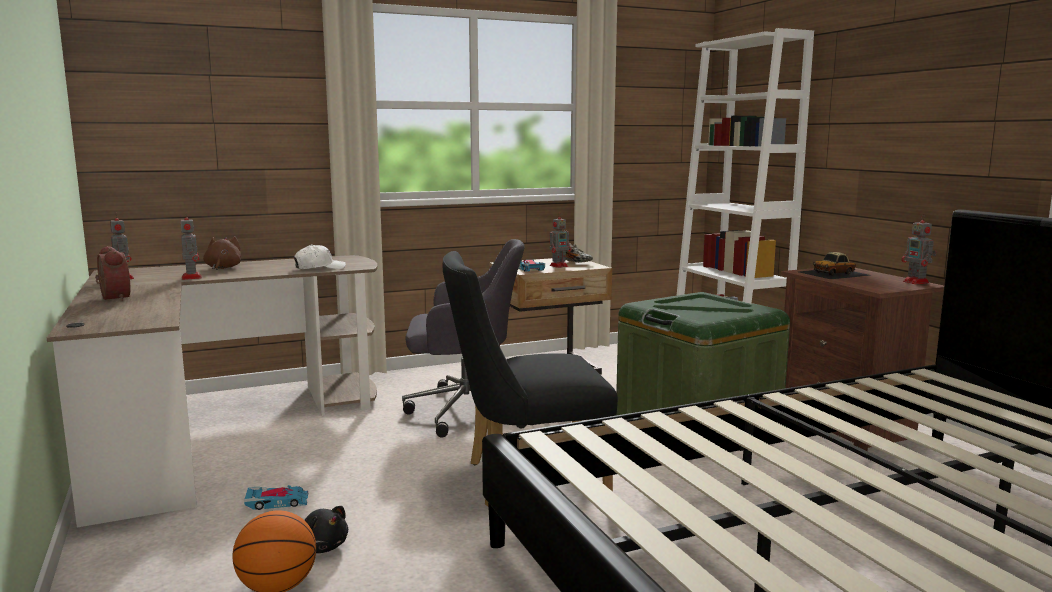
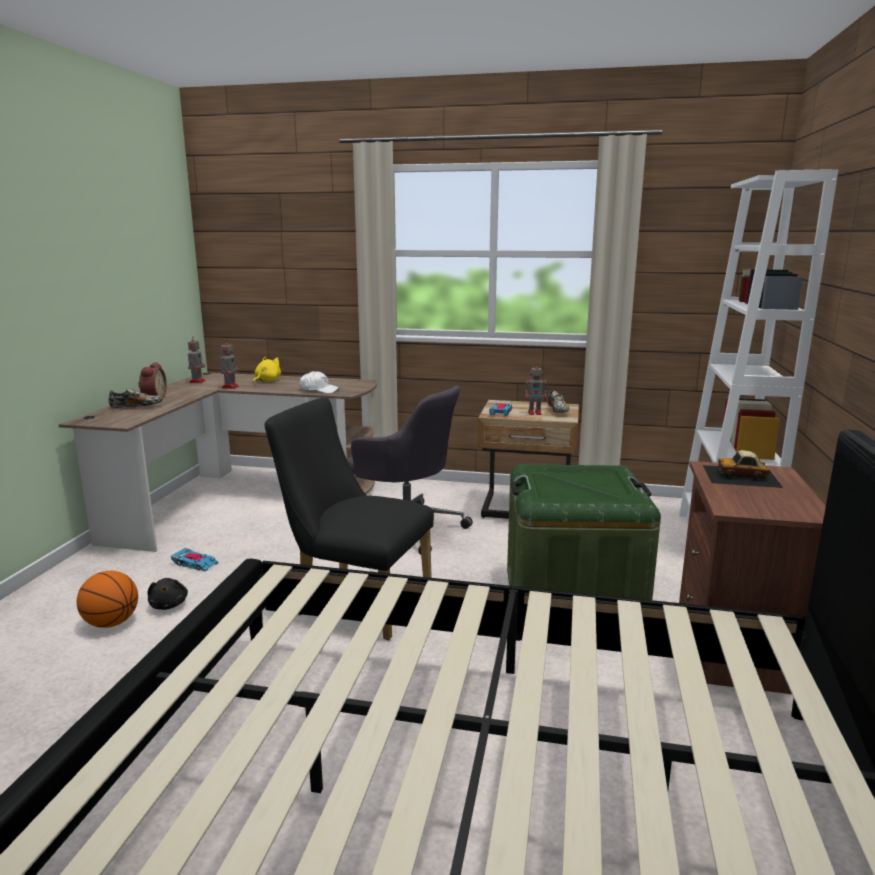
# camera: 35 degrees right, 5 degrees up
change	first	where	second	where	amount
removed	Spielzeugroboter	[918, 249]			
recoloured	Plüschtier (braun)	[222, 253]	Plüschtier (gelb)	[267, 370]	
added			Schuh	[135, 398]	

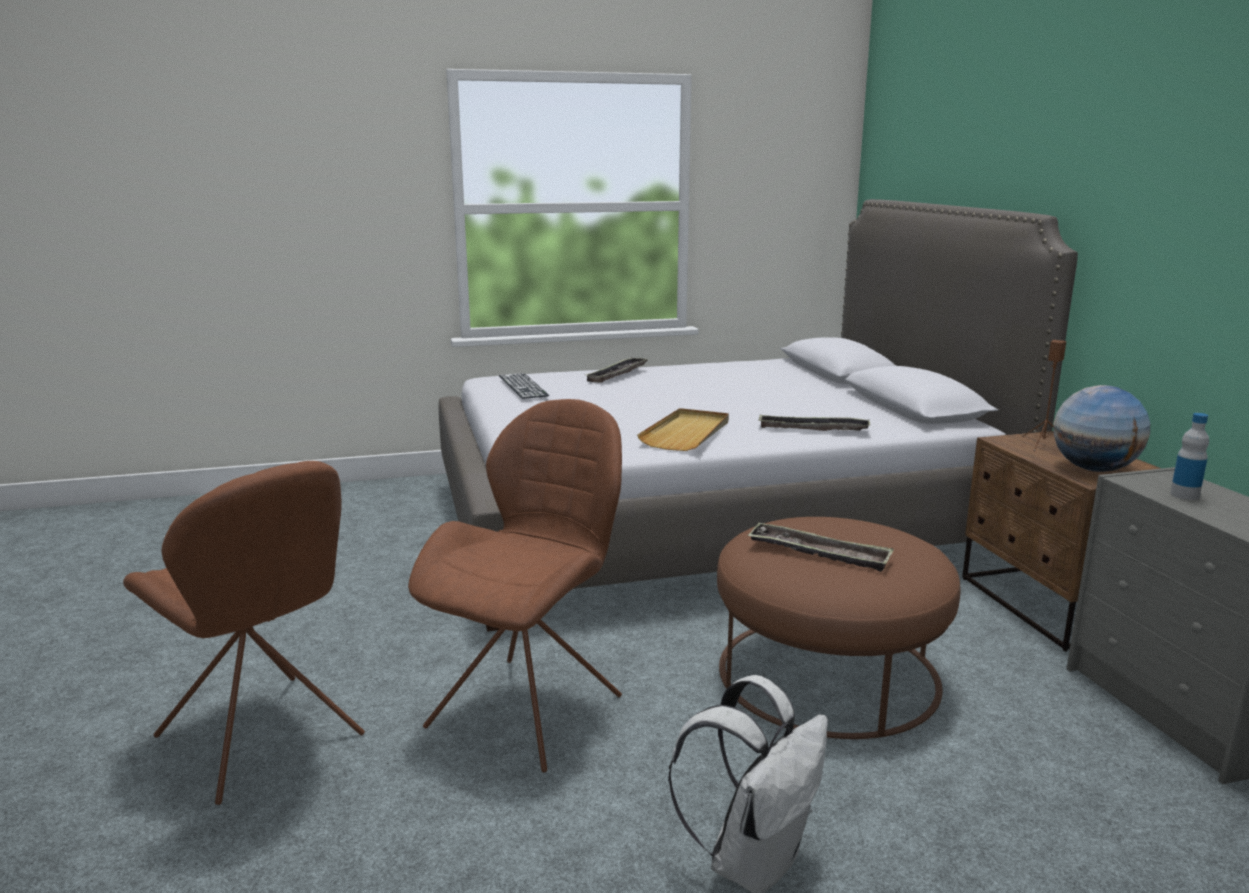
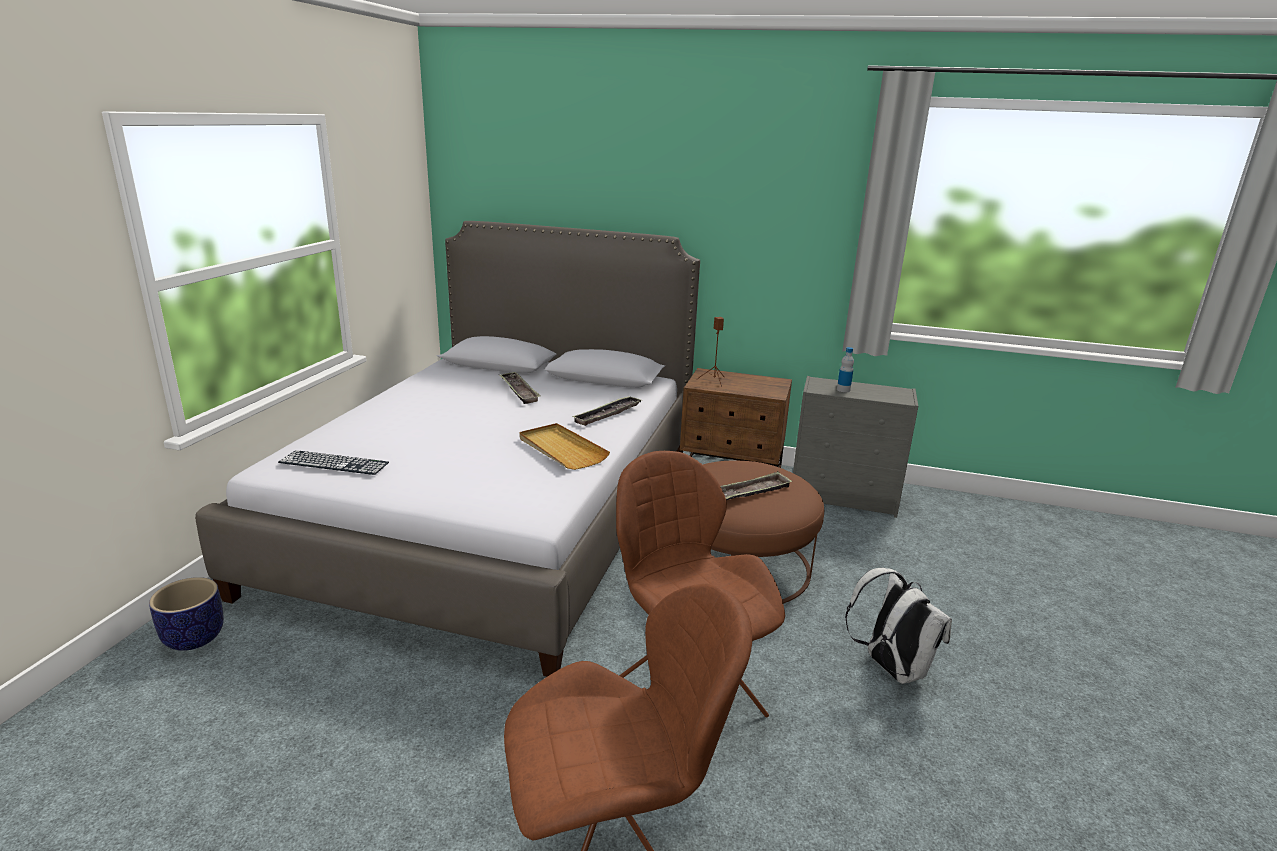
# camera: 60 degrees left, 5 degrees up
change	first	where	second	where	amount
moved	Tablett	[616, 370]		[520, 388]	
removed	Globus	[1101, 428]			
added			Pflanzkübel	[186, 614]	

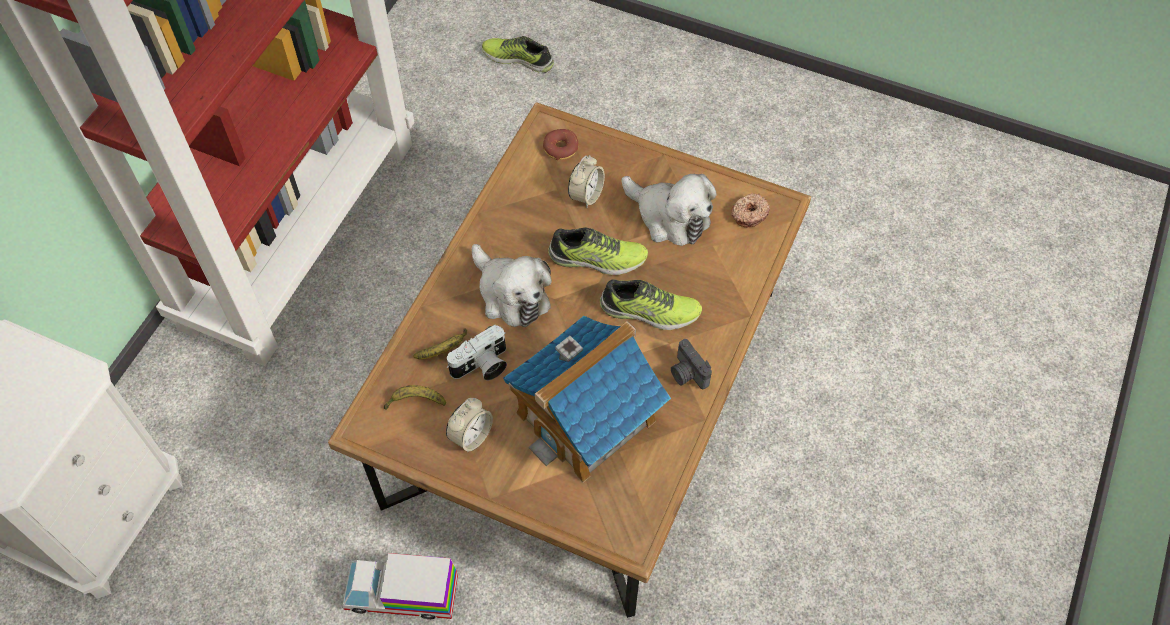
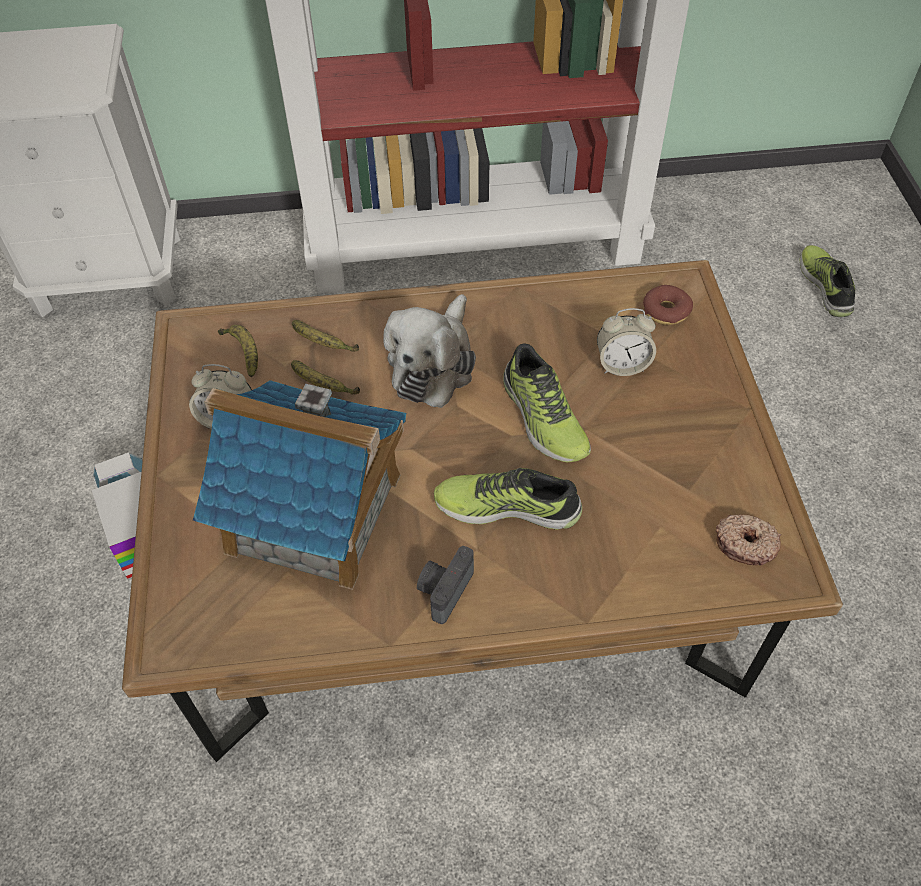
# camera: 60 degrees right, 5 degrees down
change	first	where	second	where	amount
removed	Plüschtier	[669, 210]			
turned	Schuh	[651, 304]		[508, 499]	120 degrees clockwise
replaced	Kamera	[477, 352]	Banane	[325, 377]	

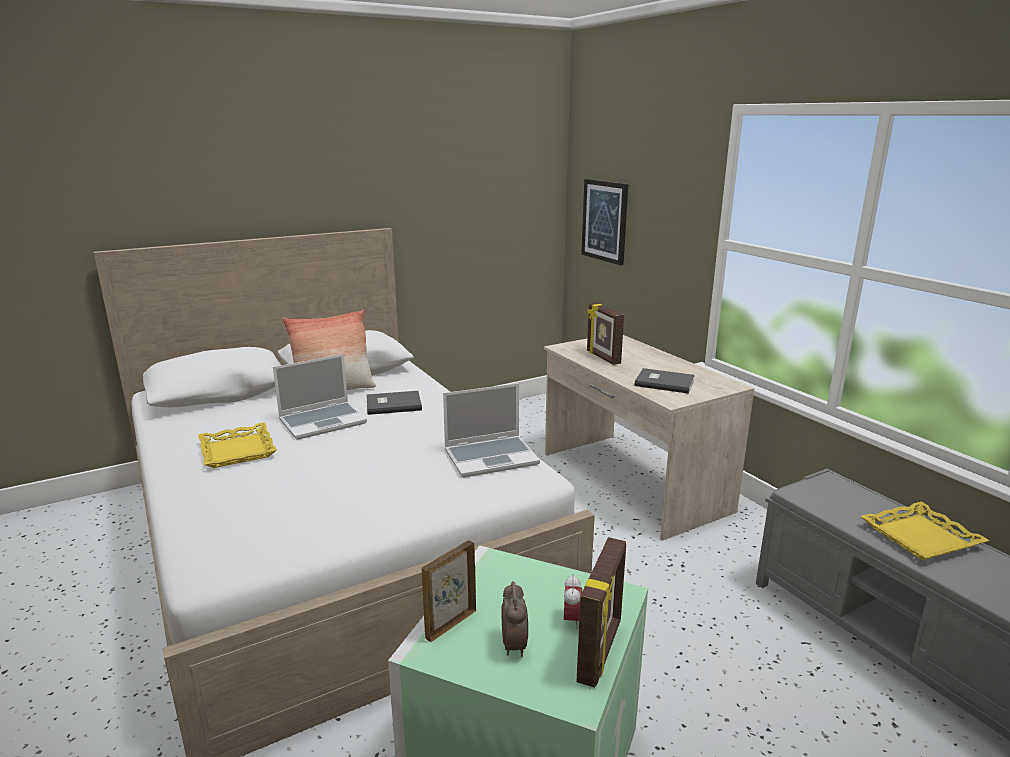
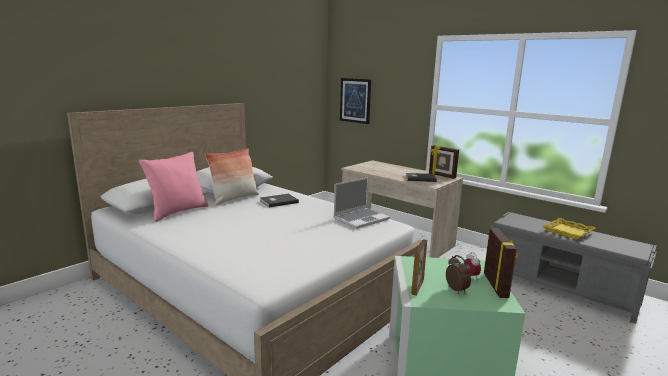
# camera: 20 degrees left, 5 degrees down
change	first	where	second	where	amount
moved	Bilderrahmen	[605, 334]		[444, 162]	
removed	Laptop	[320, 397]			
removed	Tablett (gelb)	[237, 445]			
added			Kissen (rosa)	[174, 187]	

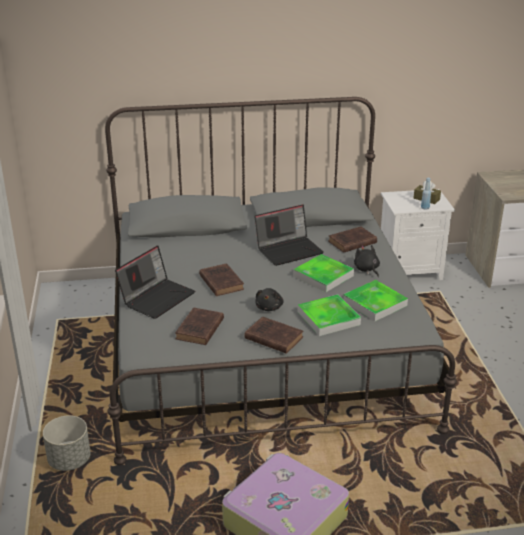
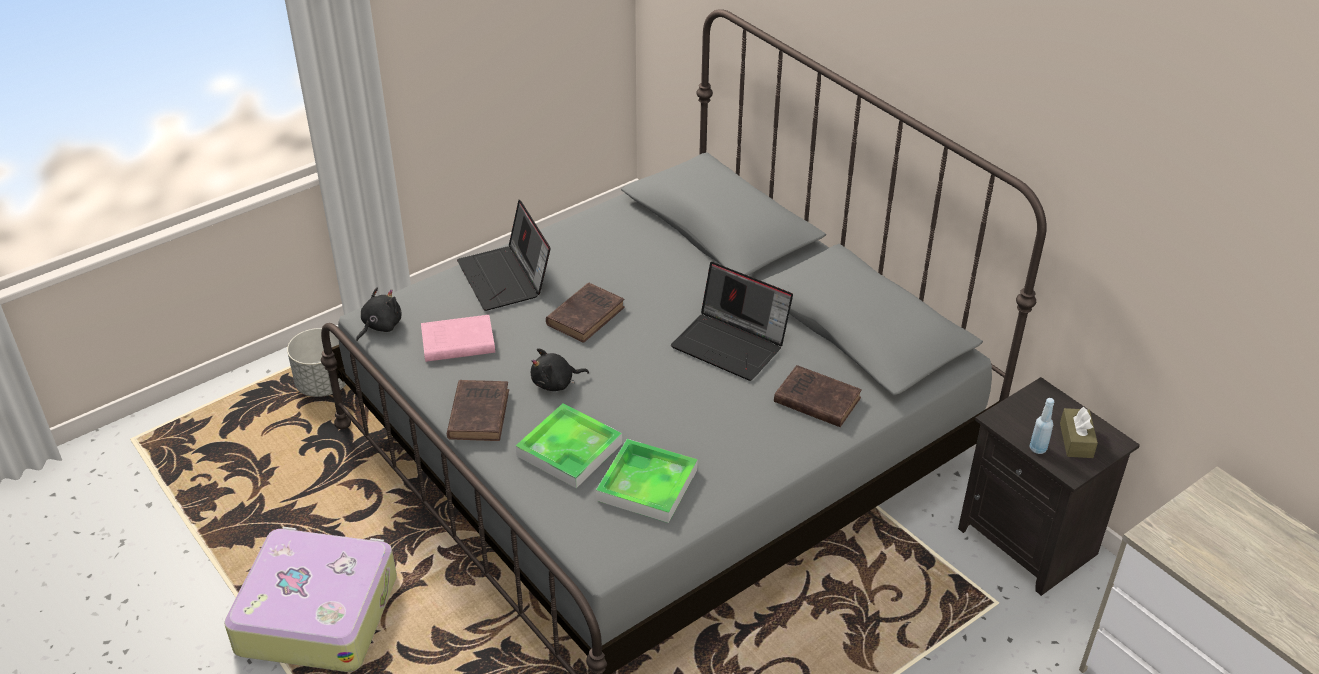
# camera: 60 degrees right, 10 degrees up
change	first	where	second	where	amount
recoloured	Nachttisch (weiß)	[418, 234]	Nachttisch (schwarz)	[1049, 486]	
turned	Laptop	[155, 282]		[504, 255]	60 degrees clockwise
moved	Plüschtier (schwarz)	[367, 261]		[379, 314]	
removed	Tablett	[323, 273]			
recoloured	Buch (braun)	[199, 326]	Buch (rosa)	[458, 338]	

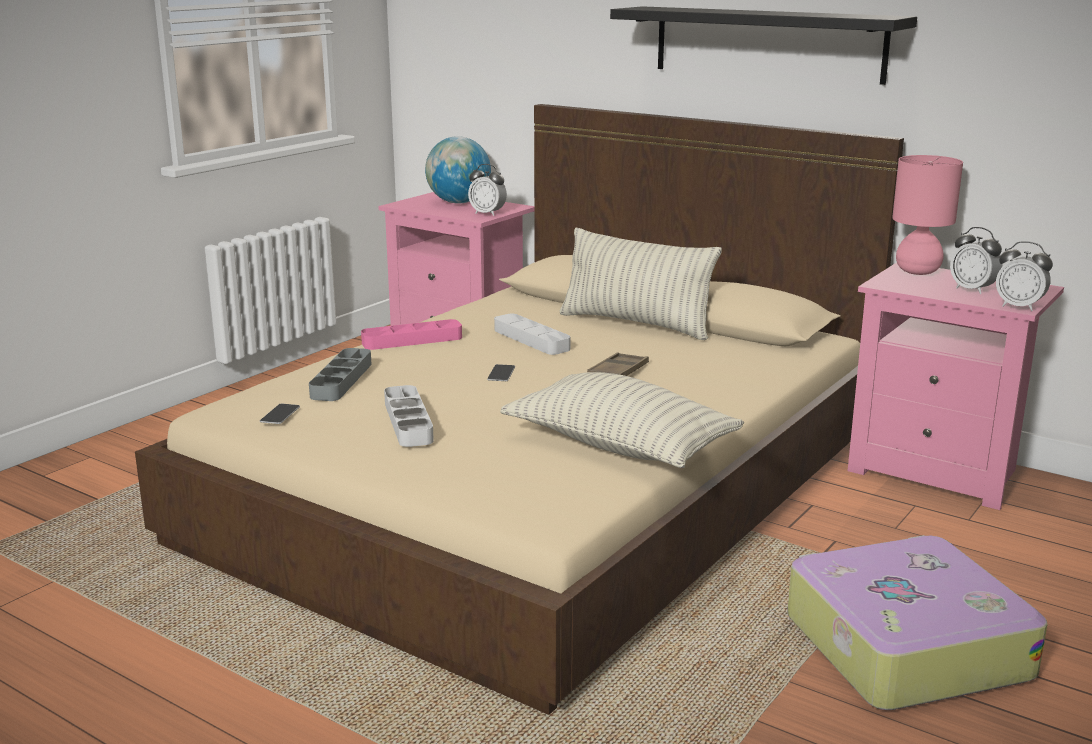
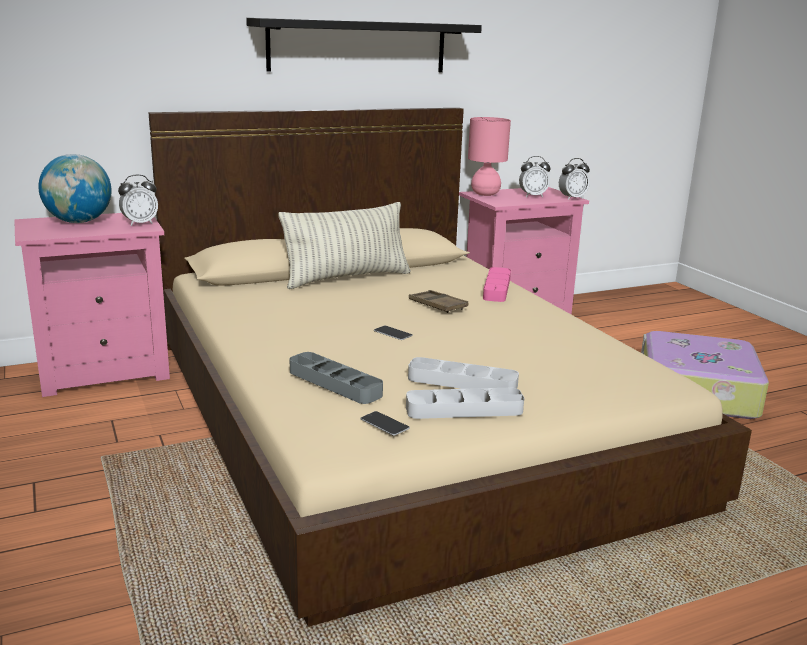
# camera: 60 degrees left, 0 degrees up
change	first	where	second	where	amount
moved	Tablett (grau)	[532, 334]		[465, 403]	
moved	Tablett (rosa)	[411, 334]		[497, 284]	
removed	Kissen	[622, 420]			

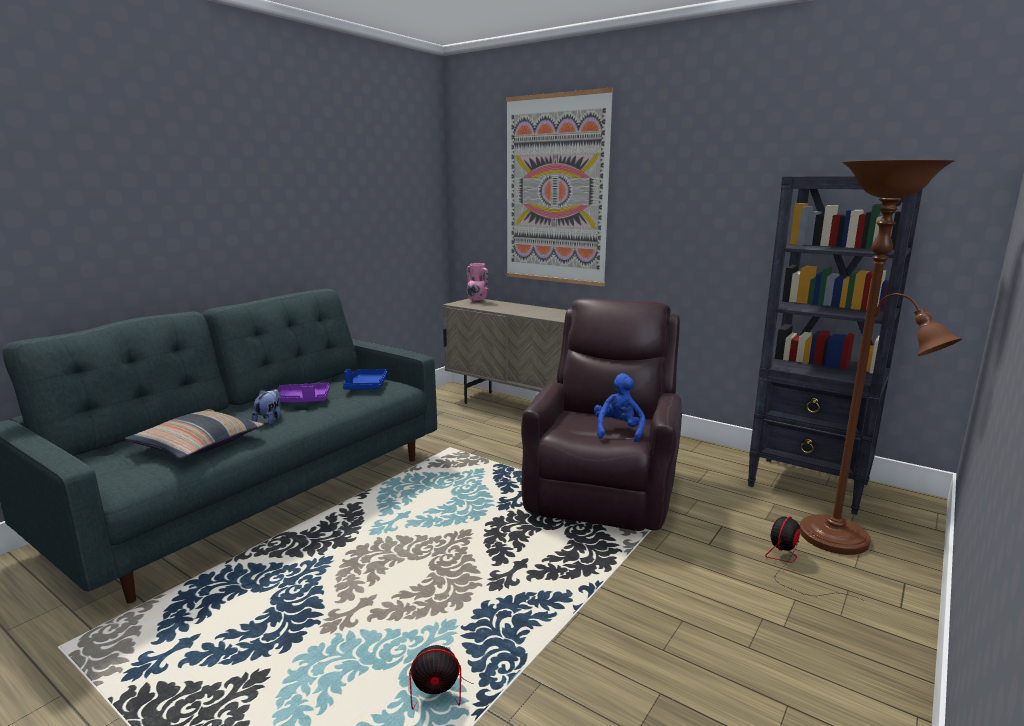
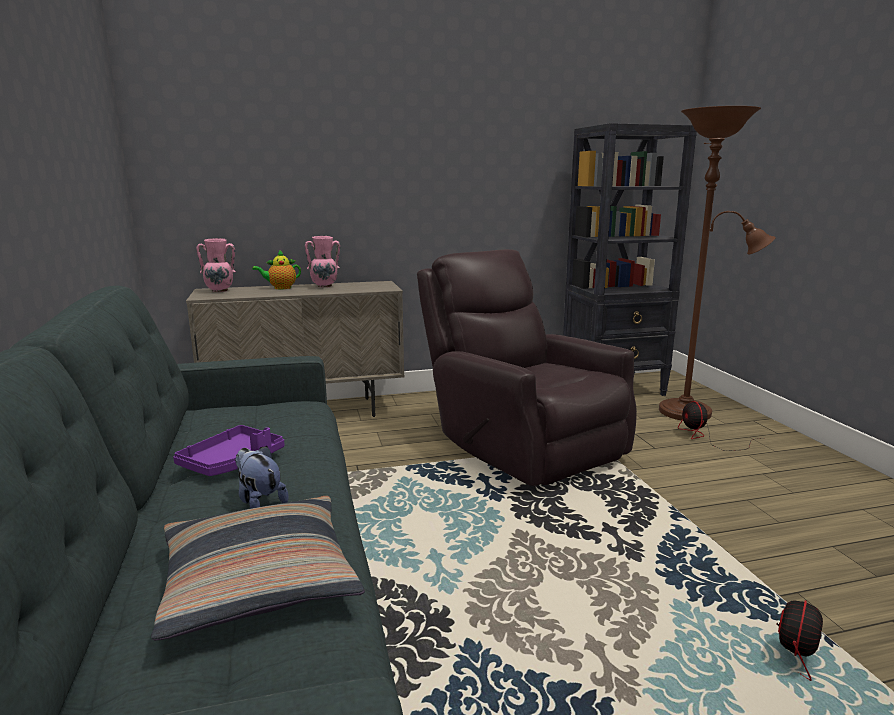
# camera: 50 degrees left, 0 degrees up
change	first	where	second	where	amount
removed	Bild	[559, 187]			
removed	Tablett (blau)	[365, 379]			
removed	Plüschtier (blau)	[619, 407]			
added			Vase (rosa)	[322, 261]	
added			Teekanne	[276, 269]	

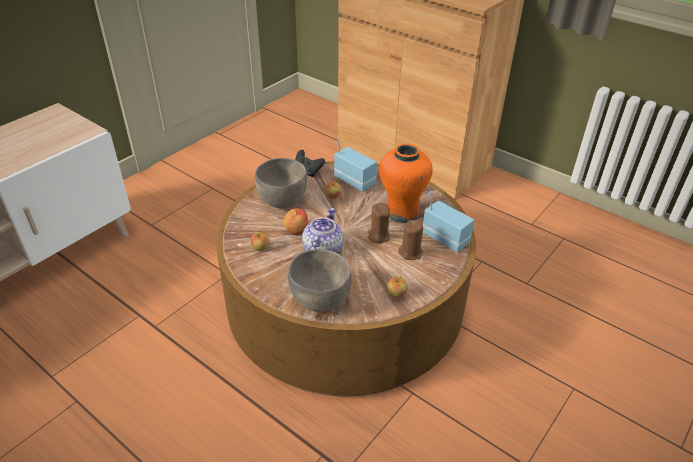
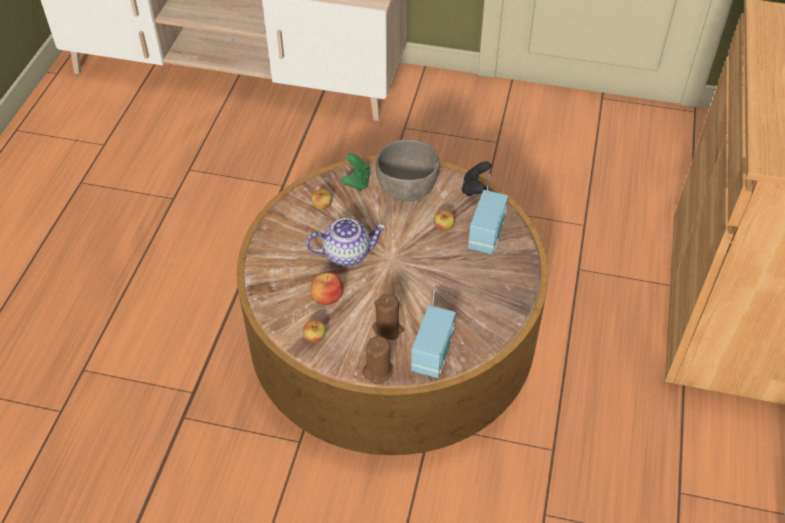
# camera: 65 degrees right, 10 degrees up
change	first	where	second	where	amount
removed	Vase (orange)	[406, 183]			
moved	Kerze (braun)	[379, 223]		[378, 360]	
moved	Apfel	[296, 221]		[327, 289]	
removed	Schüssel (grau)	[320, 280]			
added			Gamepad (grün)	[355, 172]	

